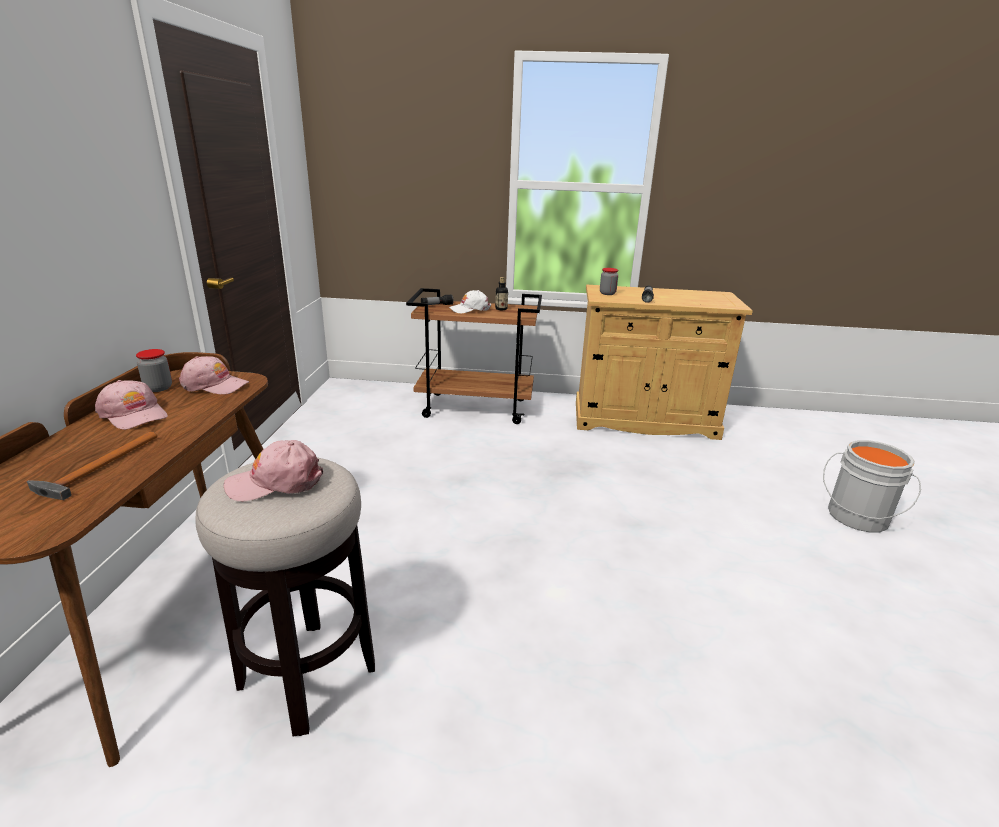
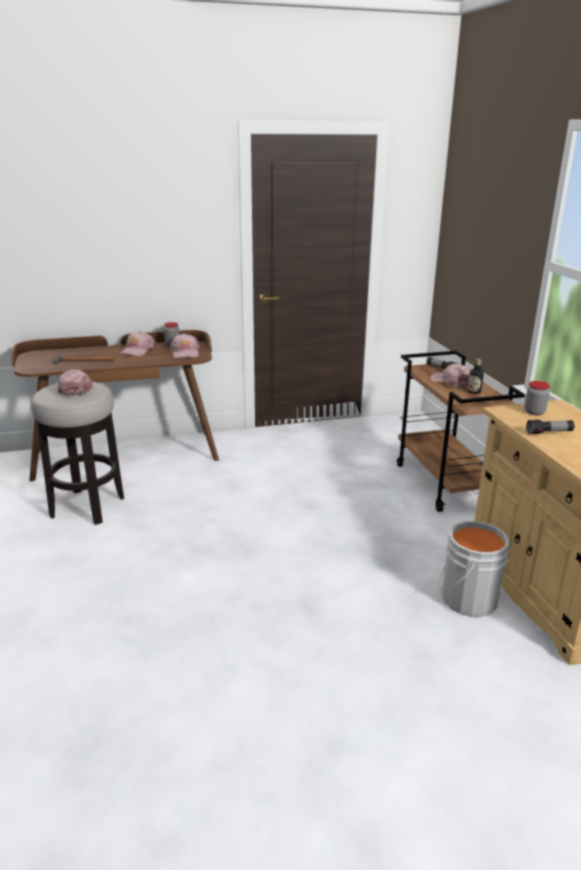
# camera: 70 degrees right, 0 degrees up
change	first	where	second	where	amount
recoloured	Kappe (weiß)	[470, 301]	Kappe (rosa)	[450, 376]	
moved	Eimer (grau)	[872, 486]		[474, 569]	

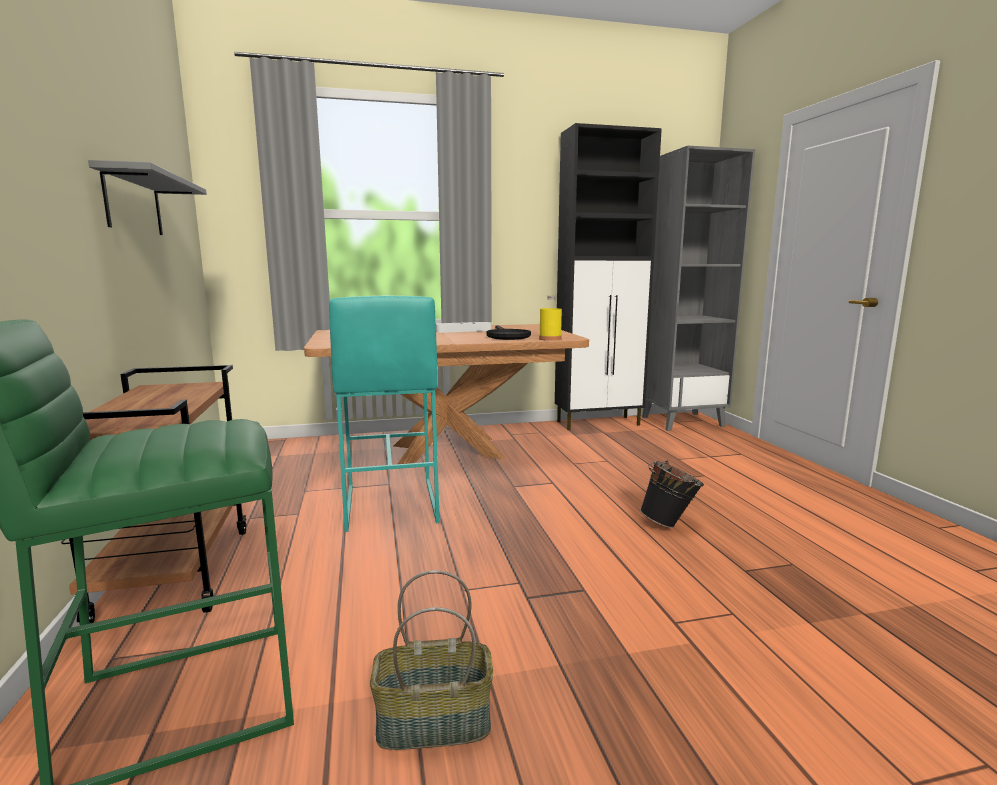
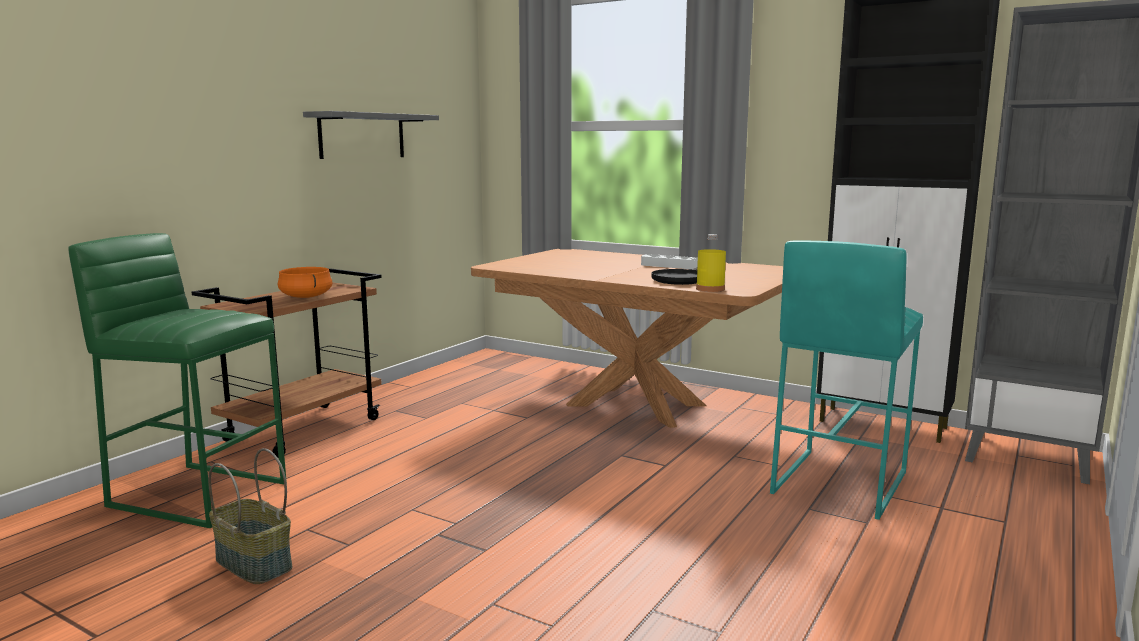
# camera: 45 degrees right, 0 degrees up
change	first	where	second	where	amount
moved	Hocker (türkis)	[384, 414]		[846, 380]	
removed	Eimer (schwarz)	[672, 494]			
added			Kochtopf (orange)	[305, 282]	

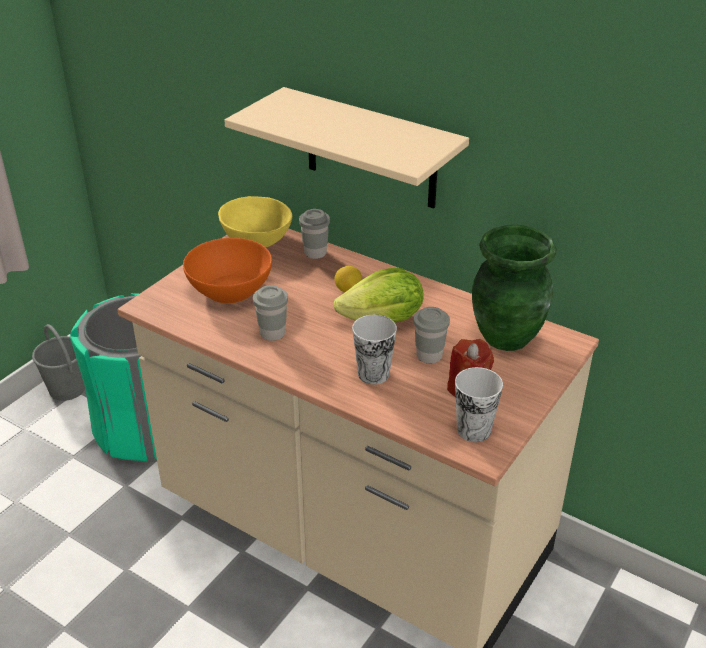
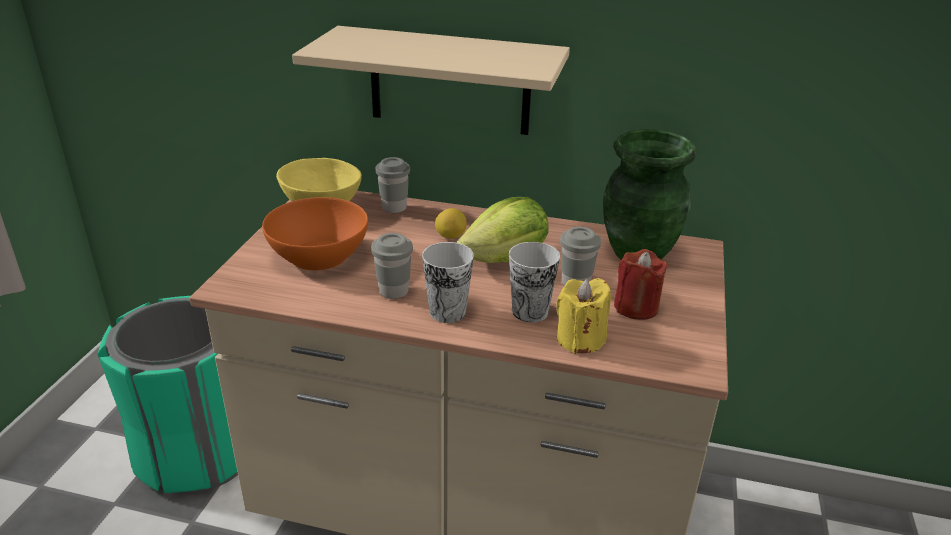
# camera: 20 degrees left, 5 degrees down
change	first	where	second	where	amount
removed	Eimer (grau)	[58, 362]			
moved	Tasse	[479, 404]		[448, 282]	
added			Kerze (gelb)	[583, 316]	

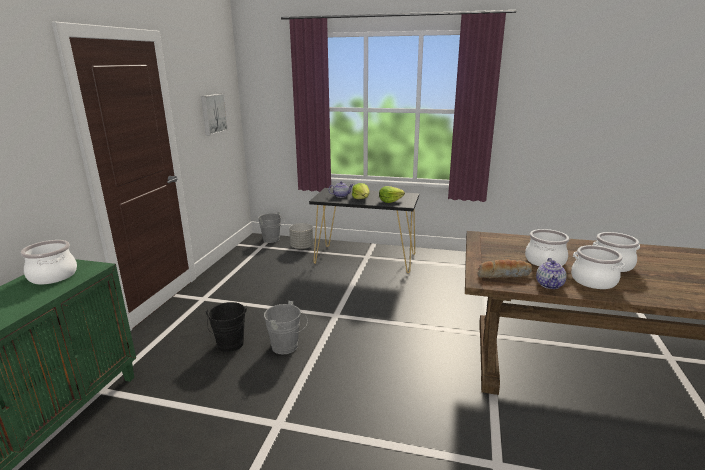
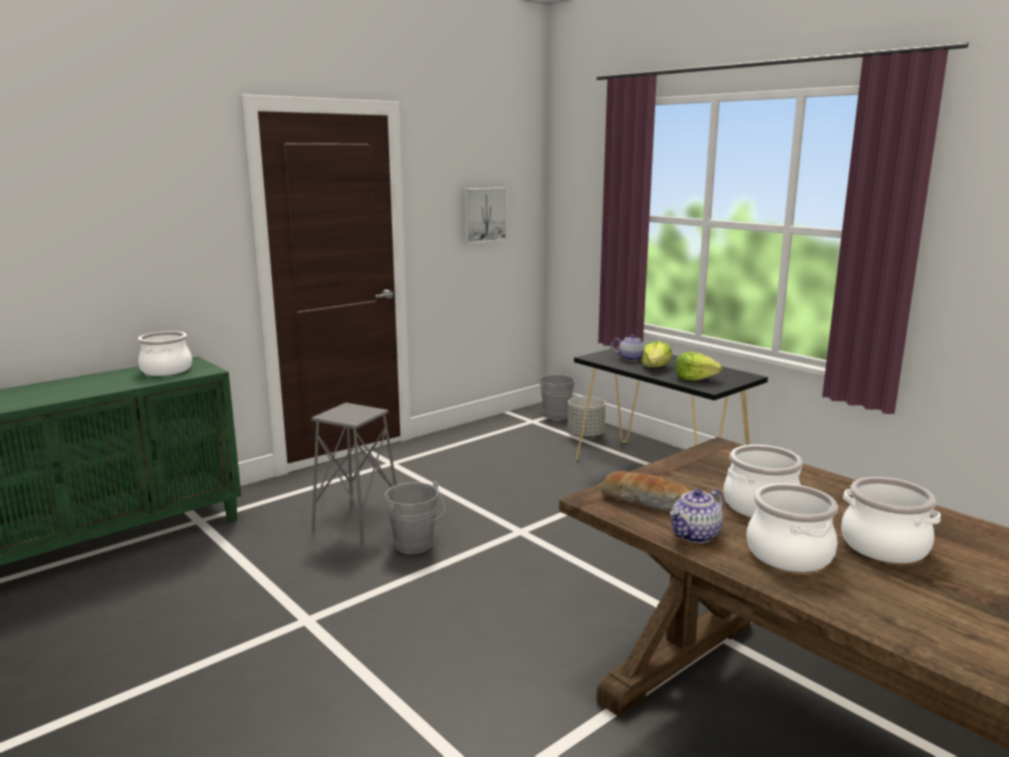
# camera: 35 degrees right, 5 degrees down
change	first	where	second	where	amount
replaced	Eimer (schwarz)	[226, 327]	Hocker (grau)	[354, 473]	

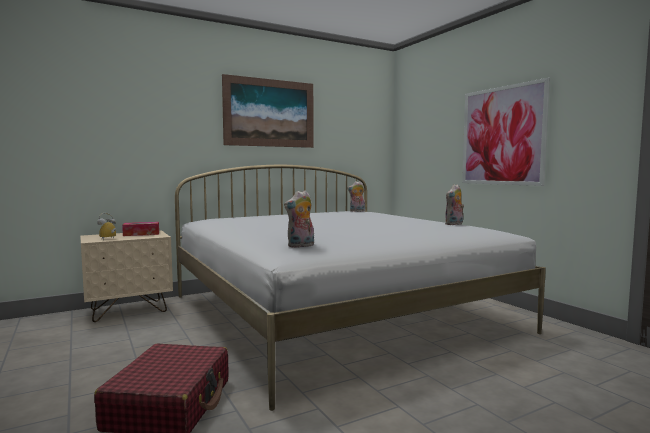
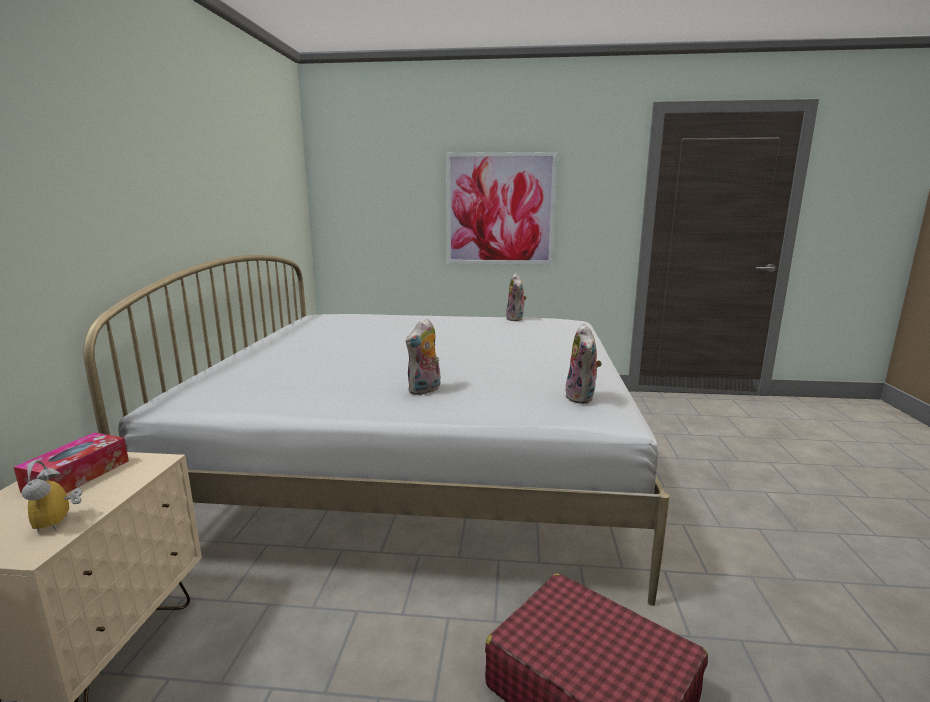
# camera: 55 degrees left, 10 degrees up
change	first	where	second	where	amount
removed	Bild	[268, 111]			
moved	Plüschtier	[356, 196]		[423, 356]	

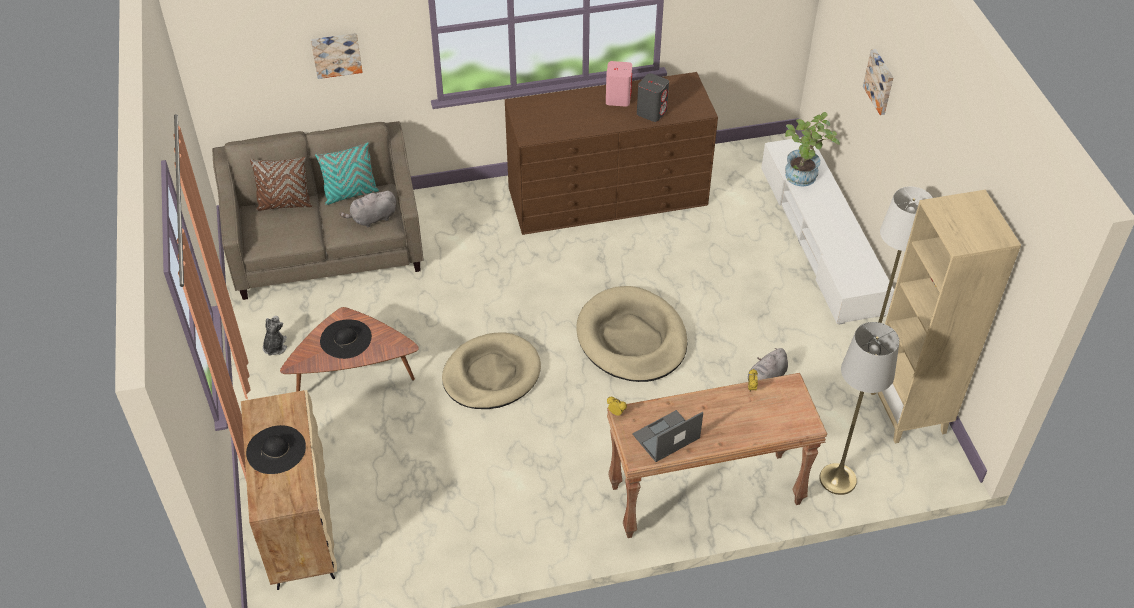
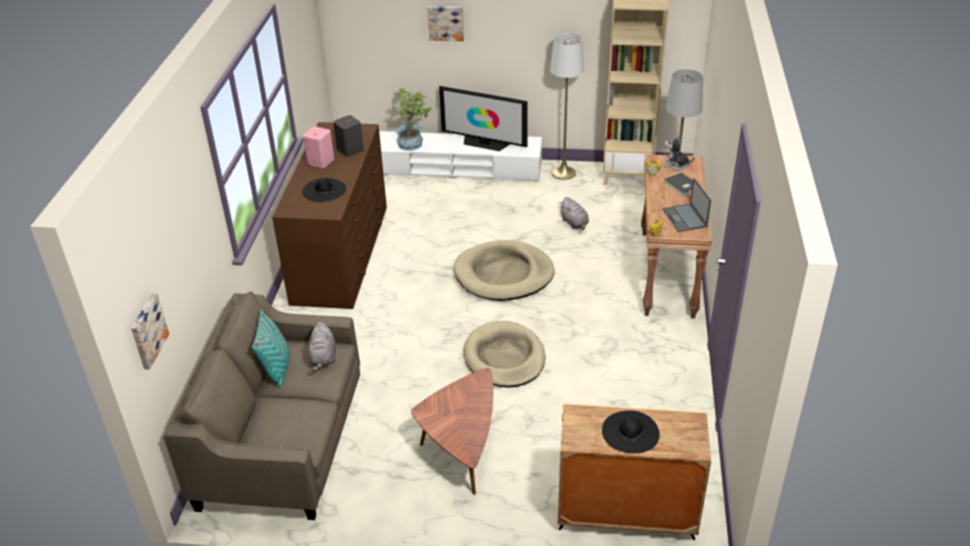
# camera: 70 degrees left, 10 degrees down
change	first	where	second	where	amount
moved	Bild	[337, 56]		[150, 331]	
removed	Kissen (braun)	[281, 184]			
moved	Plüschtier	[275, 336]		[678, 153]	
moved	Hut (schwarz)	[346, 339]		[324, 190]	
added			Fernseher	[483, 118]	
added			Buch (grau)	[678, 184]	

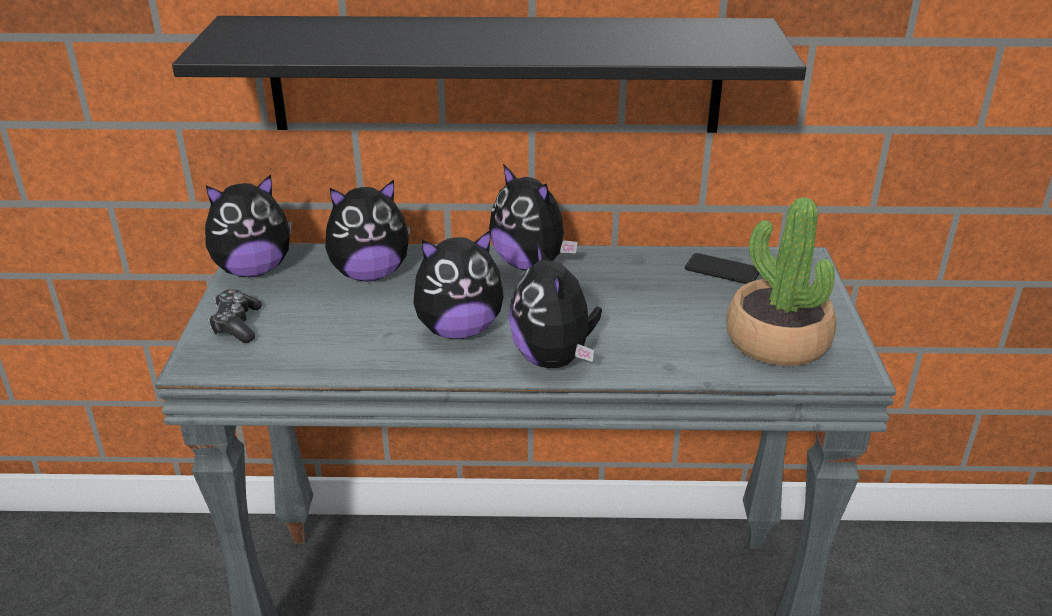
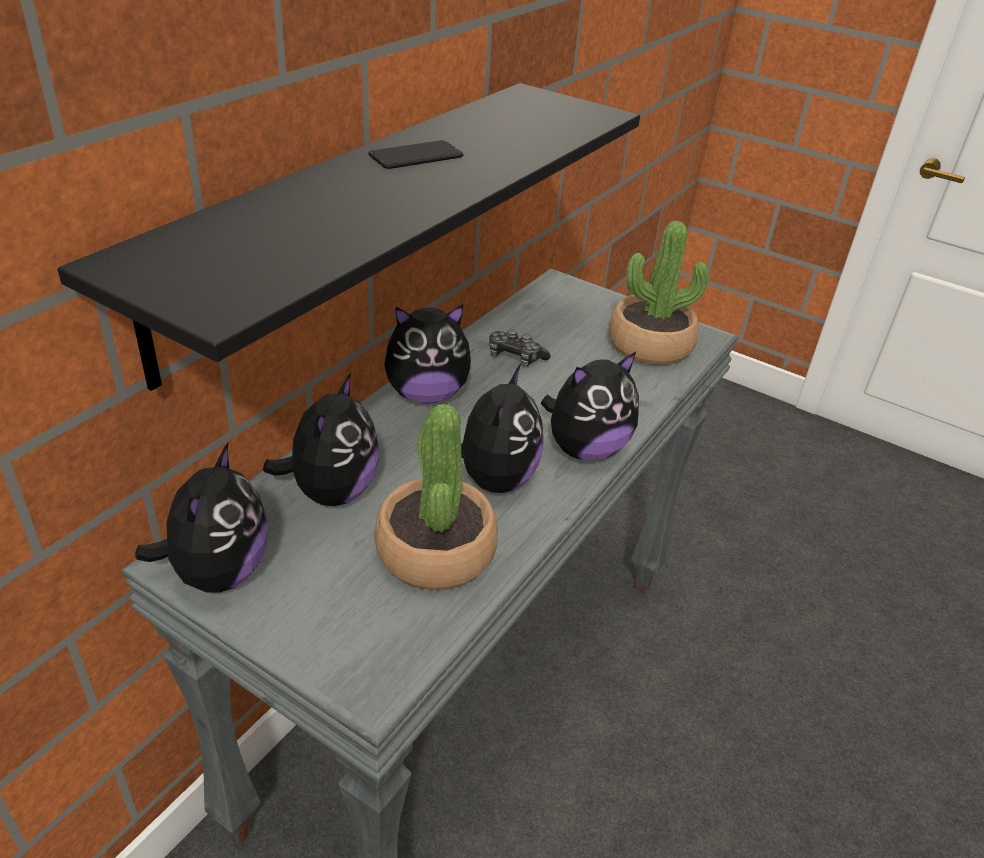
# camera: 60 degrees left, 5 degrees up
change	first	where	second	where	amount
turned	Plüschtier	[555, 304]		[590, 406]	45 degrees counterclockwise
moved	Handy	[722, 268]		[415, 154]	
moved	Gamepad	[235, 316]		[520, 348]	
added			Topfpflanze	[436, 497]	

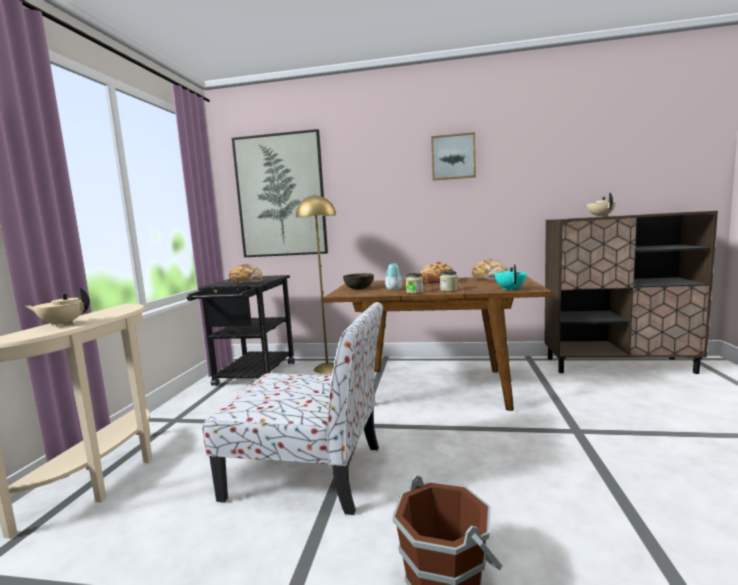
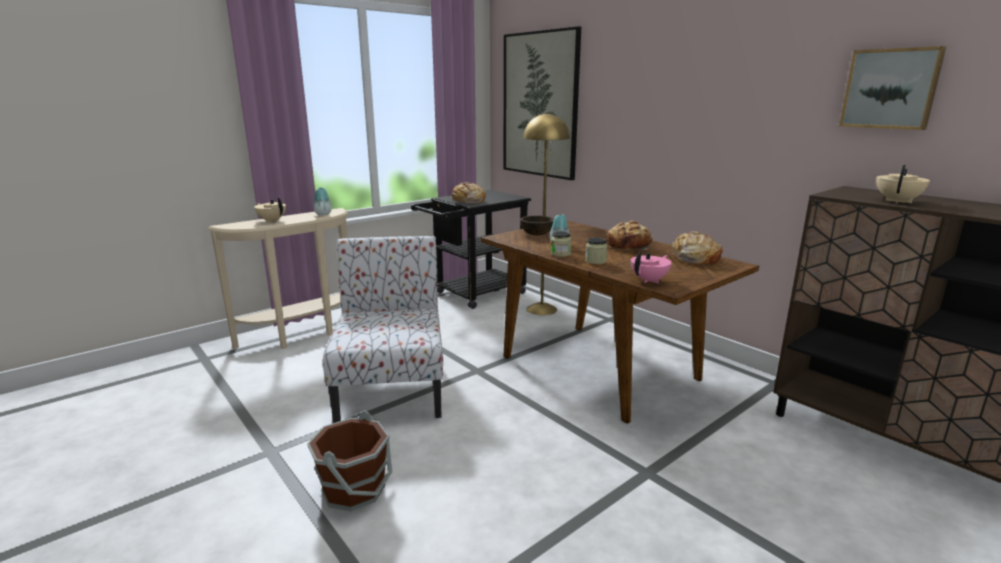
# camera: 40 degrees right, 10 degrees up
change	first	where	second	where	amount
moved	Bild	[453, 156]		[892, 88]	
recoloured	Teekanne (türkis)	[511, 277]	Teekanne (rosa)	[651, 267]	
turned	Stuhl	[293, 408]		[383, 329]	150 degrees counterclockwise
added			Vase	[323, 201]	

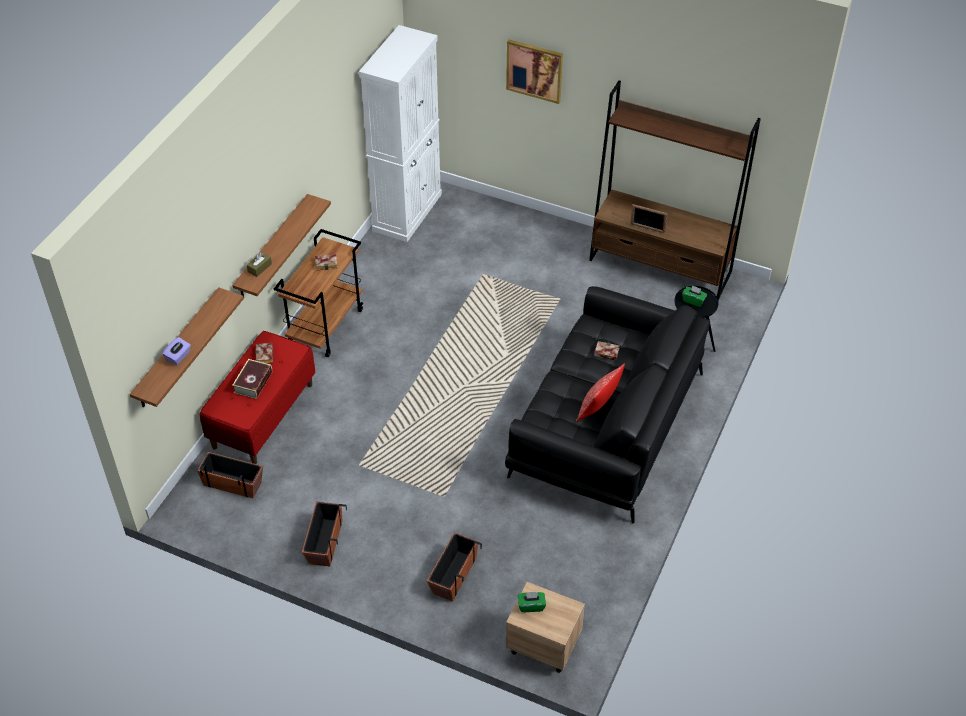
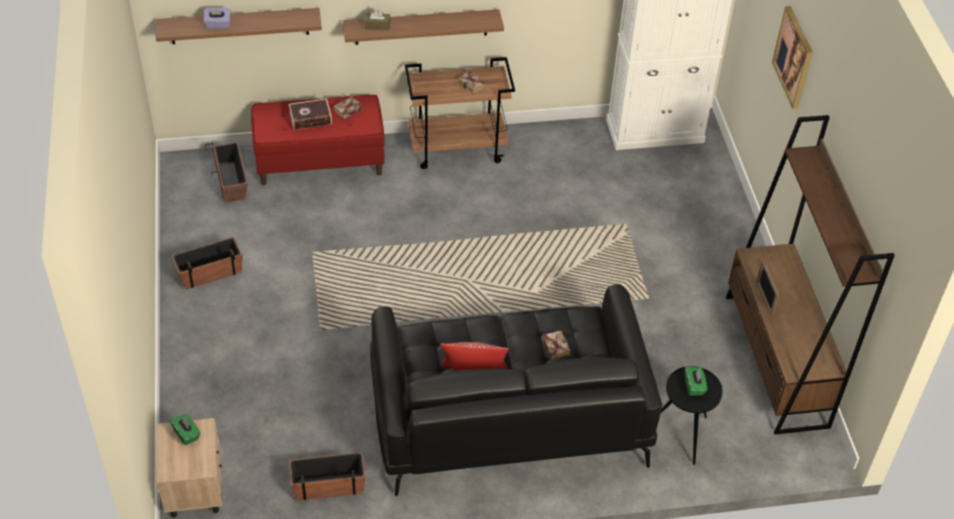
# camera: 55 degrees right, 0 degrees up
change	first	where	second	where	amount
moved	Pflanzkübel	[454, 566]		[327, 476]	

